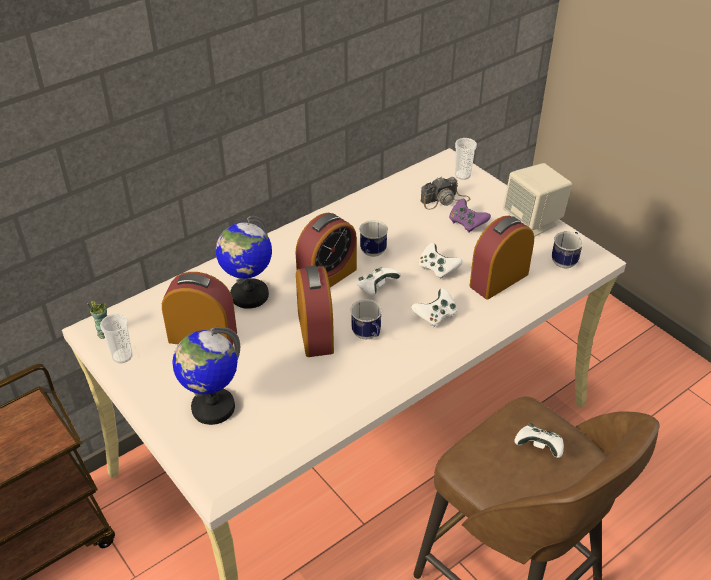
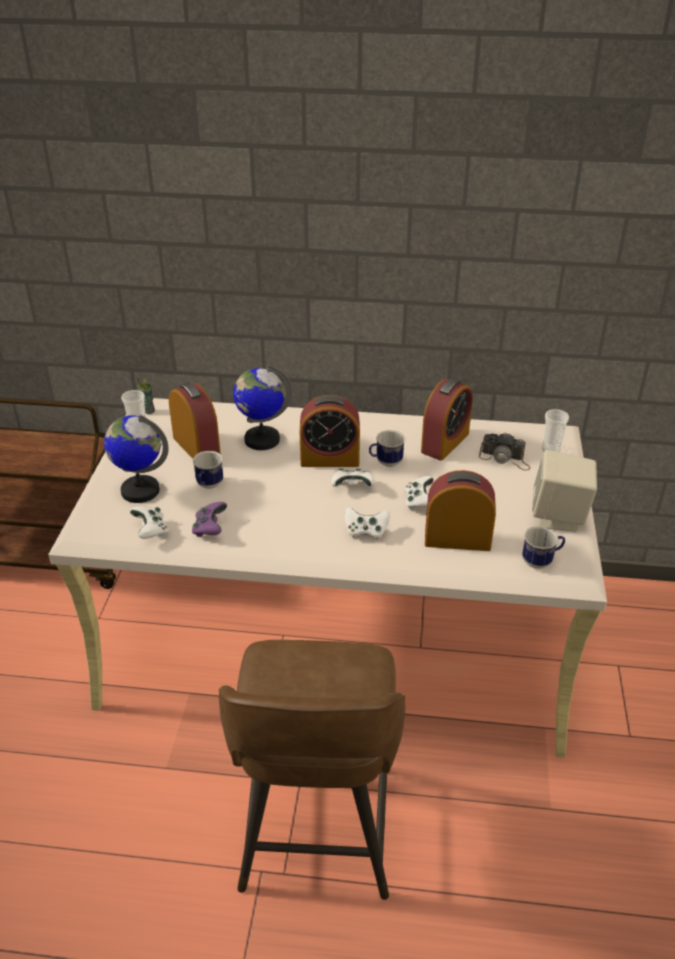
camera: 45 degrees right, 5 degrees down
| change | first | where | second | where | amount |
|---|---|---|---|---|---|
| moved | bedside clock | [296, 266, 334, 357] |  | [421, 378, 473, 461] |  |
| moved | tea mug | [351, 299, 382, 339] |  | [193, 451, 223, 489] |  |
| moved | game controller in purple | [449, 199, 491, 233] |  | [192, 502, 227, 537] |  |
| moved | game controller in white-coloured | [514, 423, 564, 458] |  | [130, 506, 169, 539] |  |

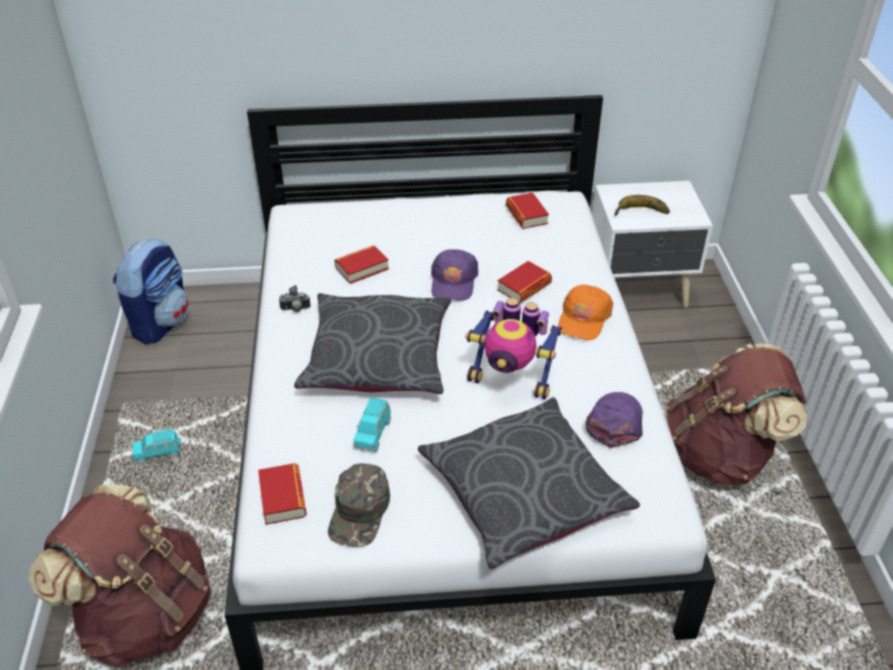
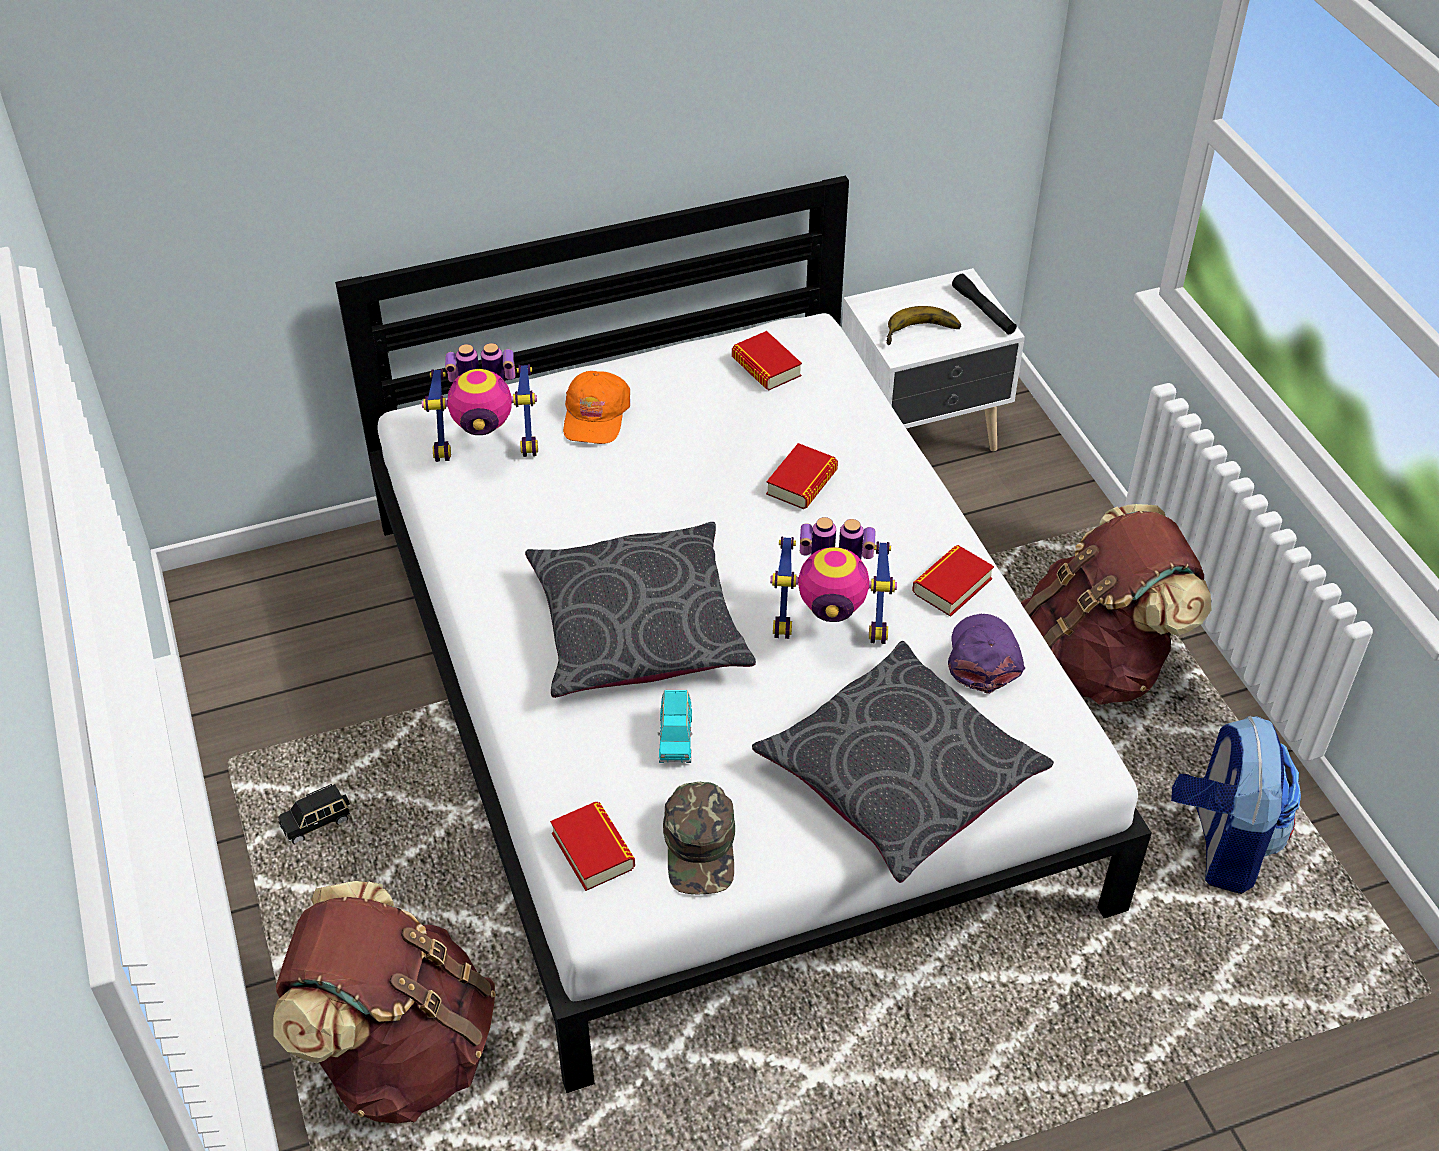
camera: 15 degrees left, 5 degrees up
| change | first | where | second | where | amount |
|---|---|---|---|---|---|
| moved | knapsack | [113, 239, 189, 344] |  | [1171, 716, 1301, 894] |  |
| recoloured | miniature car in turquoise | [132, 429, 181, 464] | miniature car in black-coloured | [278, 784, 350, 844] |  |
| removed | still camera | [279, 285, 311, 312] |  |  |  |
| moved | volume | [334, 245, 389, 284] |  | [912, 545, 994, 617] |  |
| removed | peaked cap in purple | [431, 249, 478, 301] |  |  |  |
| moved | peaked cap in orange | [558, 285, 613, 340] |  | [563, 371, 630, 444] |  |
| added |  |  | toy robot | [422, 343, 538, 462] |  |
| added |  |  | hand torch in black-coloured | [952, 274, 1017, 334] |  |

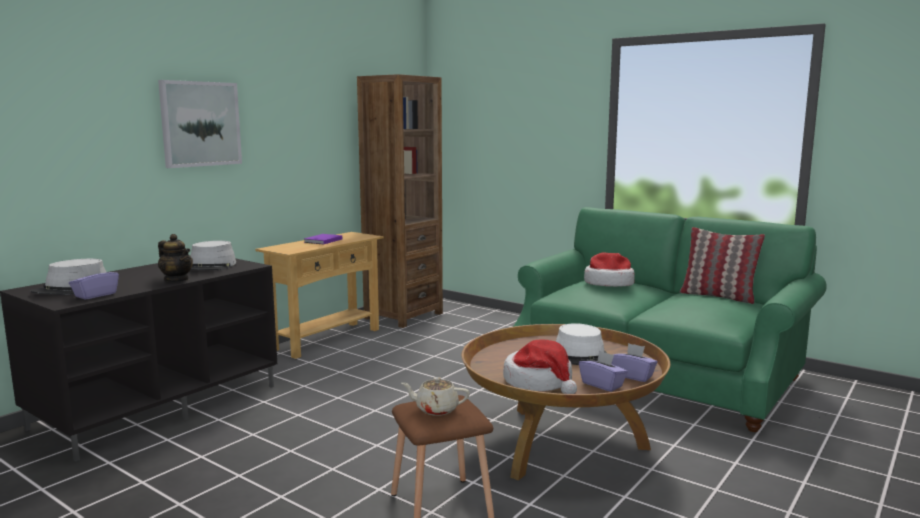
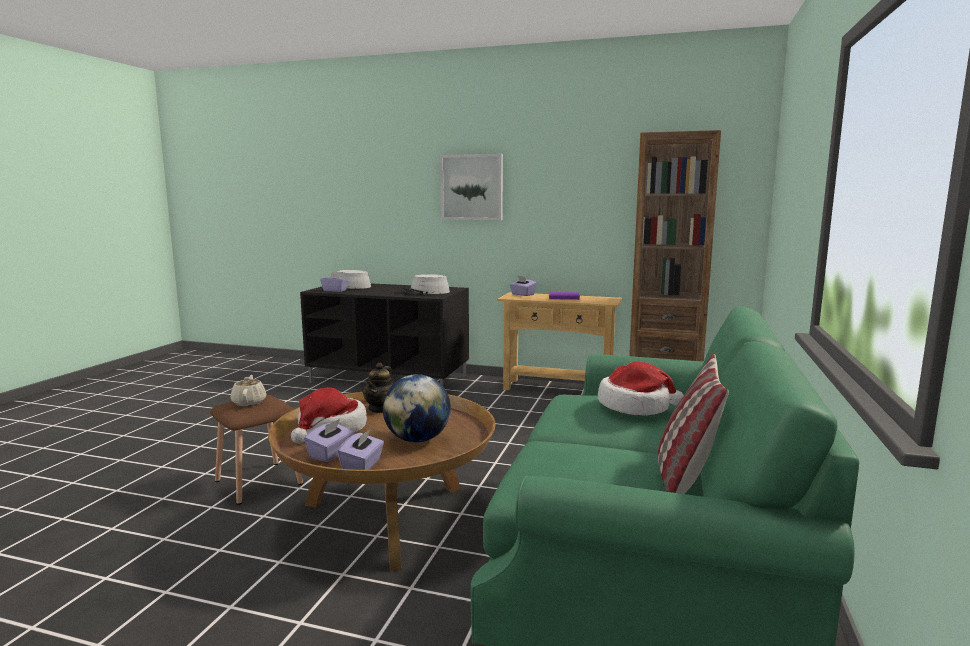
camera: 70 degrees right, 0 degrees up
| change | first | where | second | where | amount |
|---|---|---|---|---|---|
| moved | teapot | [158, 234, 193, 282] |  | [362, 362, 393, 413] |  |
| replaced | clothing hat in white-coloured | [556, 323, 607, 365] | globe | [383, 374, 451, 443] |  |
| added |  |  | box of tissues in purple | [510, 276, 537, 296] |  |

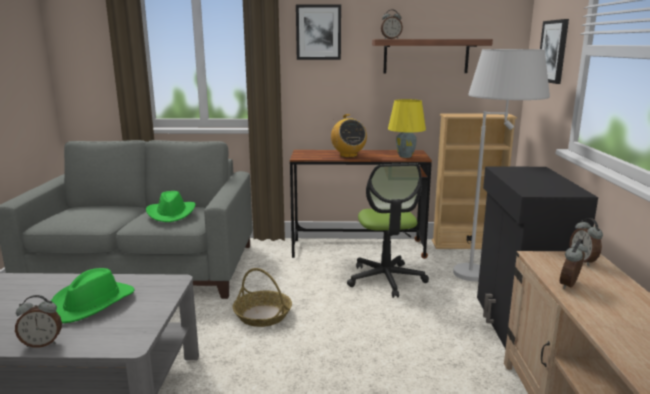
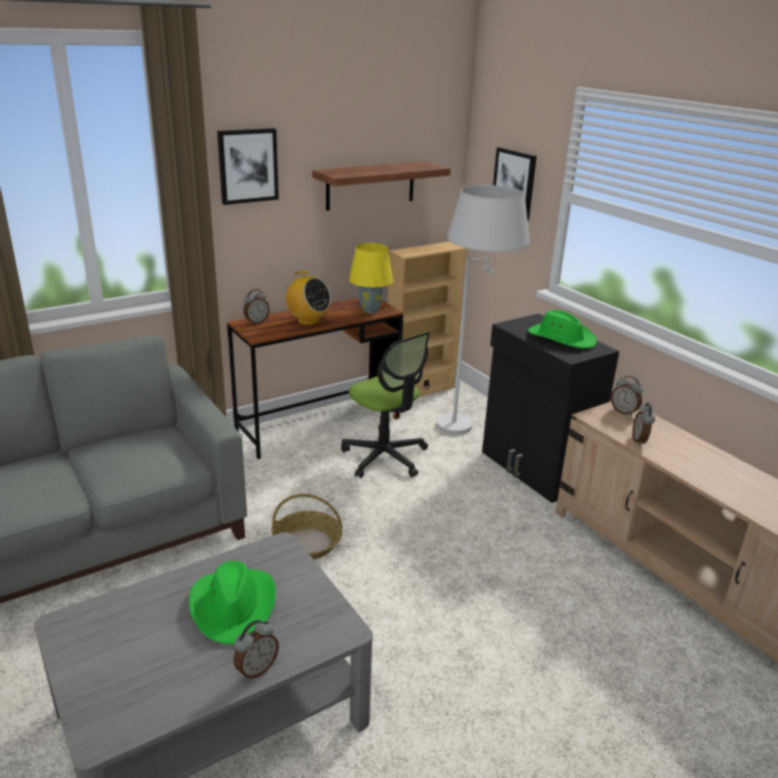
camera: 35 degrees left, 10 degrees up
| change | first | where | second | where | amount |
|---|---|---|---|---|---|
| moved | clothing hat in green | [146, 191, 196, 222] |  | [528, 310, 597, 348] |  |
| moved | bedside clock | [381, 9, 403, 39] |  | [243, 289, 270, 324] |  |

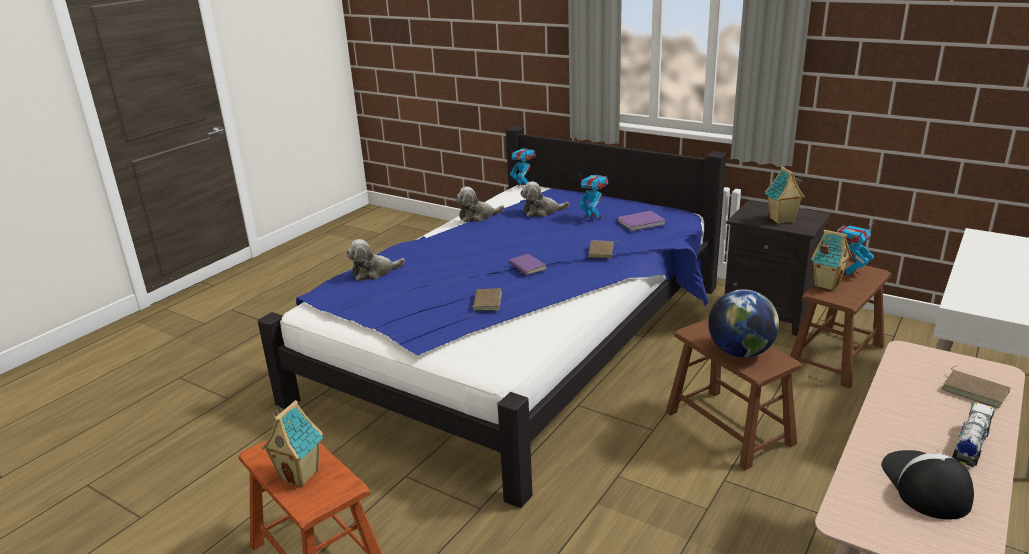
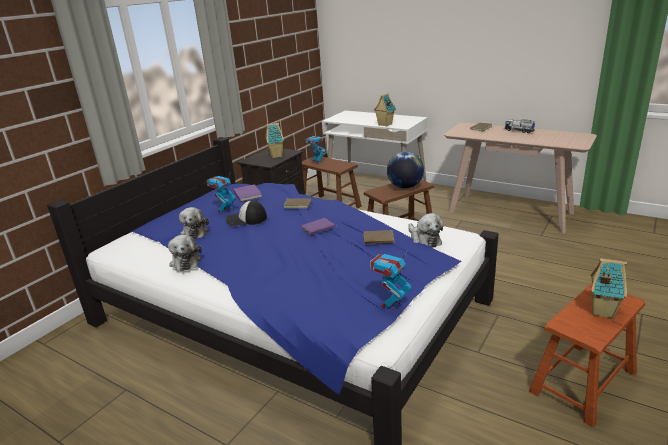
camera: 90 degrees left, 0 degrees up
| change | first | where | second | where | amount |
|---|---|---|---|---|---|
| moved | cuddly toy | [346, 239, 405, 281] |  | [408, 213, 444, 248] |  |
| moved | toy robot | [509, 145, 536, 188] |  | [370, 250, 412, 310] |  |
| moved | toy house | [811, 230, 852, 291] |  | [374, 93, 396, 127] |  |
| moved | peaked cap | [881, 450, 974, 520] |  | [226, 200, 267, 226] |  |

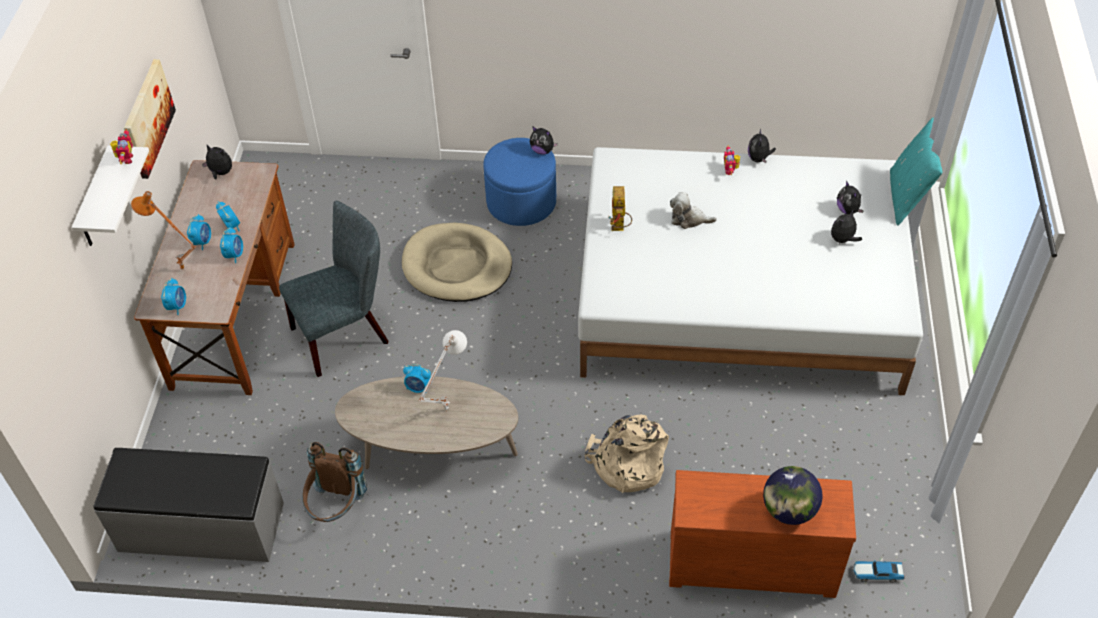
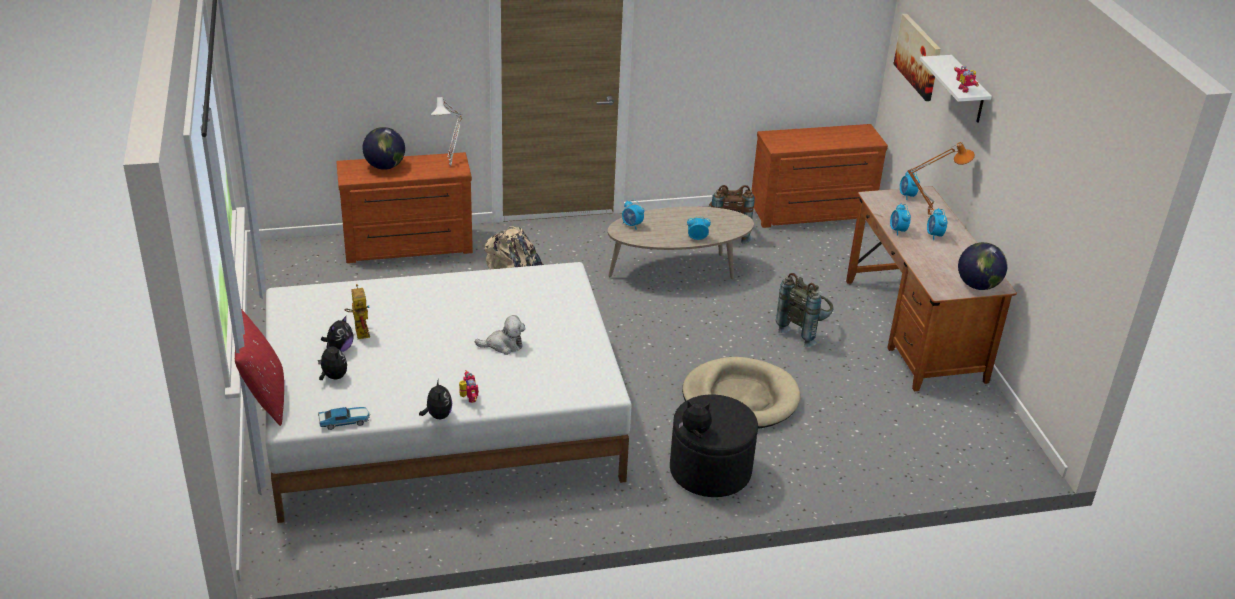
camera: 160 degrees right, 15 degrees down
| change | first | where | second | where | amount |
|---|---|---|---|---|---|
| replaced | bench in greyish | [93, 448, 284, 562] | drawer chest in brown | [752, 124, 888, 228] |  |
| moved | picture | [124, 59, 176, 179] |  | [894, 14, 941, 101] |  |
| replaced | cuddly toy | [202, 145, 232, 180] | globe | [958, 242, 1007, 290] |  |
| moved | bedside clock | [216, 202, 240, 231] |  | [622, 200, 644, 230] |  |
| replaced | plain chair in greyish | [279, 201, 389, 377] | knapsack in greyish | [776, 273, 834, 347] |  |
| moved | lamp for a table in white-coloured | [419, 330, 467, 411] |  | [431, 97, 463, 167] |  |
| recoloured | footrest in blue | [483, 138, 556, 226] | footrest in black-coloured | [670, 394, 758, 497] |  |
| moved | toy robot | [608, 186, 632, 231] |  | [345, 284, 370, 339] |  |
| moved | miniature car | [852, 560, 905, 583] |  | [318, 407, 370, 430] |  |
| recoloured | cushion in turquoise | [890, 118, 942, 226] | cushion in red | [235, 309, 284, 426] |  |

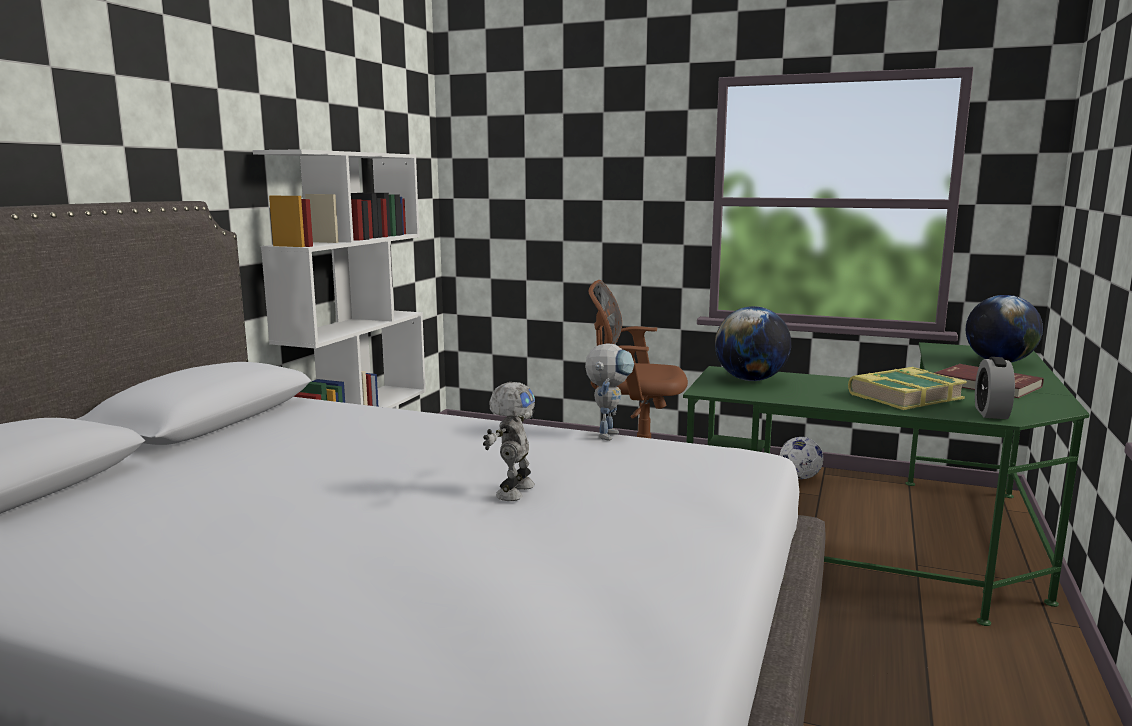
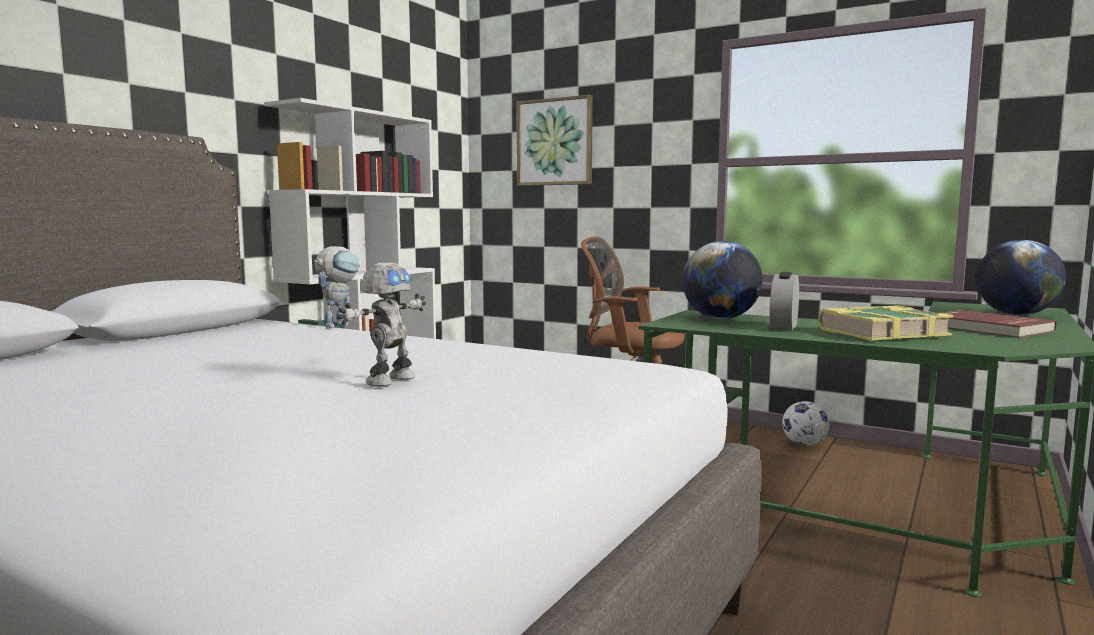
camera: 10 degrees right, 5 degrees down
| change | first | where | second | where | amount |
|---|---|---|---|---|---|
| moved | toy robot | [585, 343, 634, 441] |  | [314, 246, 360, 328] |  |
| moved | bedside clock | [975, 357, 1015, 419] |  | [769, 272, 799, 331] |  |
| added |  |  | picture | [516, 95, 593, 186] |  |

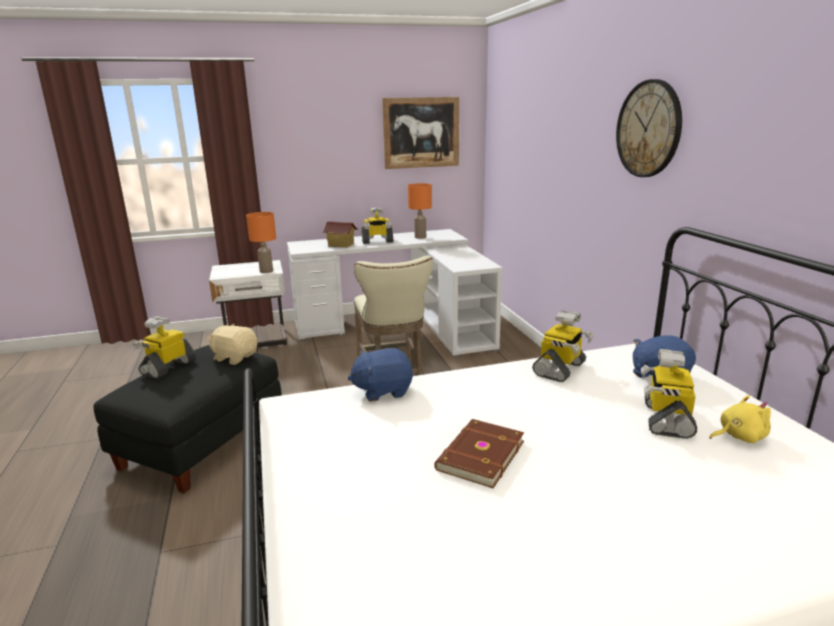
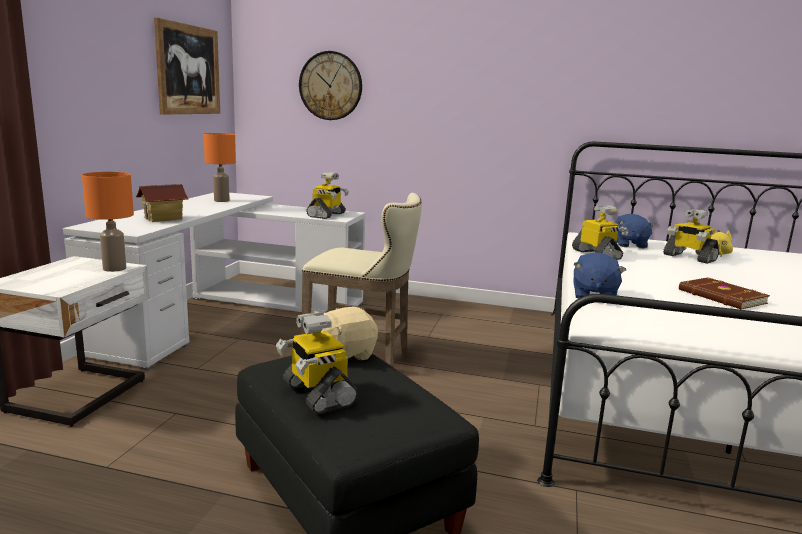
camera: 60 degrees left, 5 degrees down
| change | first | where | second | where | amount |
|---|---|---|---|---|---|
| moved | toy robot | [362, 207, 393, 244] |  | [306, 172, 349, 219] |  |
| moved | hanging clock | [616, 79, 682, 177] |  | [299, 51, 362, 120] |  |

